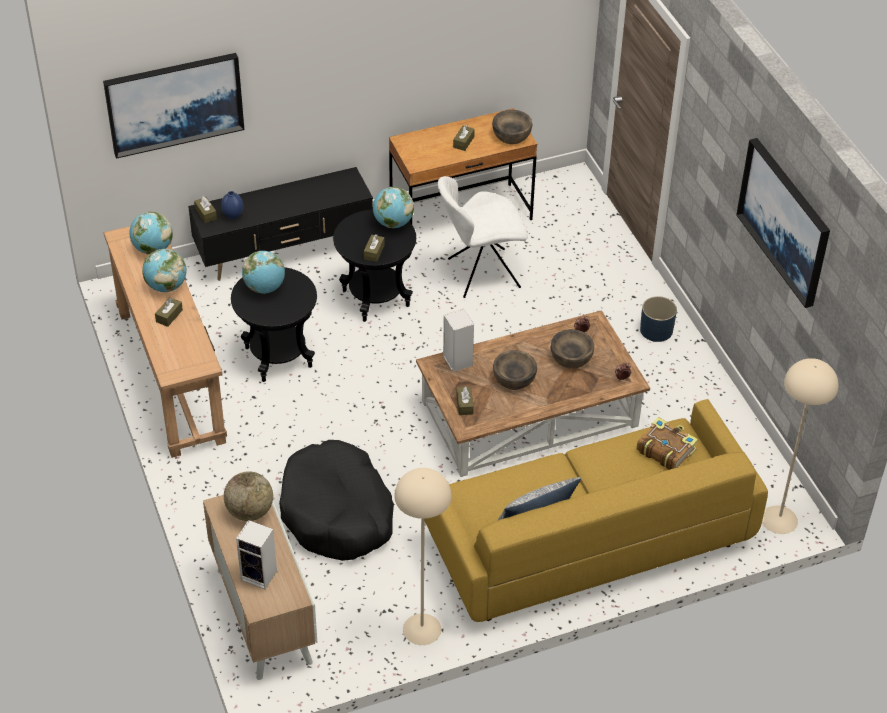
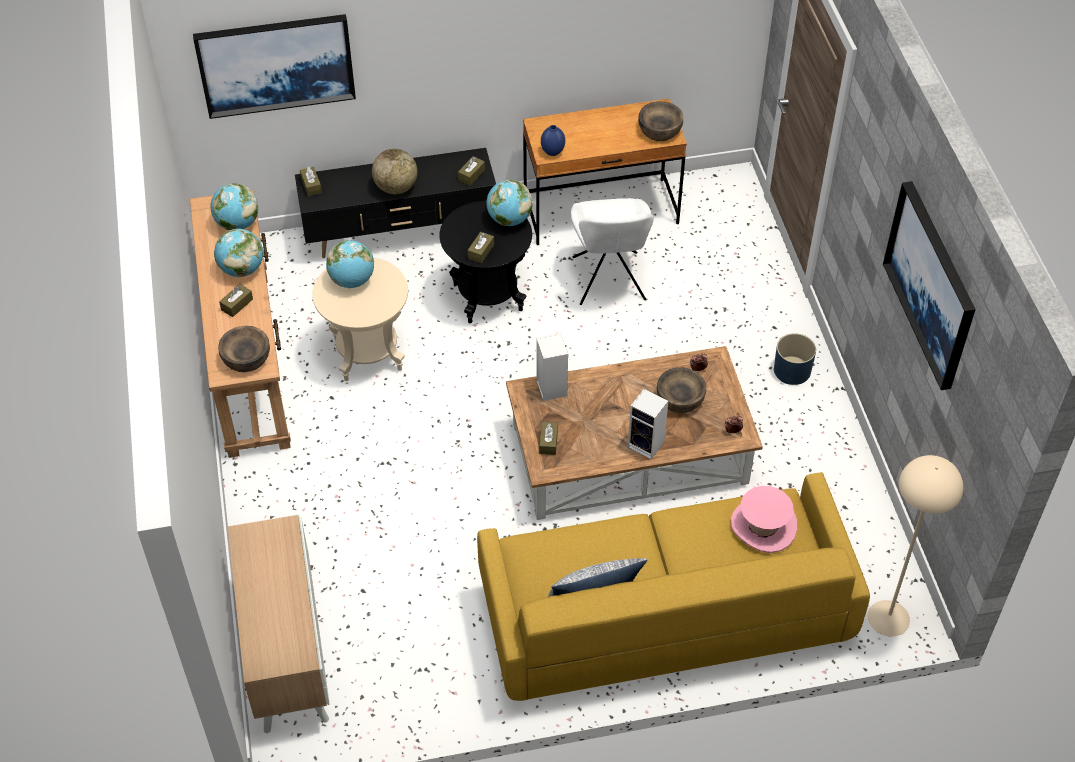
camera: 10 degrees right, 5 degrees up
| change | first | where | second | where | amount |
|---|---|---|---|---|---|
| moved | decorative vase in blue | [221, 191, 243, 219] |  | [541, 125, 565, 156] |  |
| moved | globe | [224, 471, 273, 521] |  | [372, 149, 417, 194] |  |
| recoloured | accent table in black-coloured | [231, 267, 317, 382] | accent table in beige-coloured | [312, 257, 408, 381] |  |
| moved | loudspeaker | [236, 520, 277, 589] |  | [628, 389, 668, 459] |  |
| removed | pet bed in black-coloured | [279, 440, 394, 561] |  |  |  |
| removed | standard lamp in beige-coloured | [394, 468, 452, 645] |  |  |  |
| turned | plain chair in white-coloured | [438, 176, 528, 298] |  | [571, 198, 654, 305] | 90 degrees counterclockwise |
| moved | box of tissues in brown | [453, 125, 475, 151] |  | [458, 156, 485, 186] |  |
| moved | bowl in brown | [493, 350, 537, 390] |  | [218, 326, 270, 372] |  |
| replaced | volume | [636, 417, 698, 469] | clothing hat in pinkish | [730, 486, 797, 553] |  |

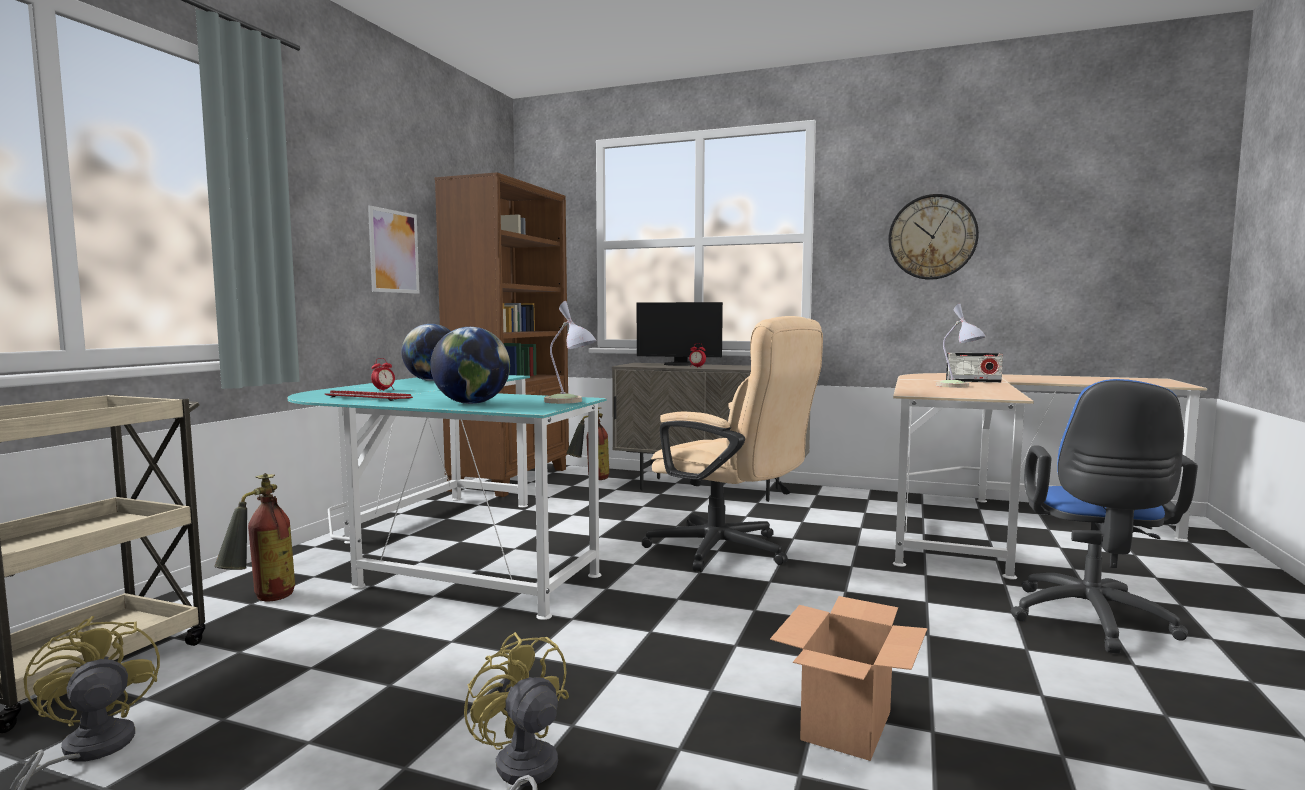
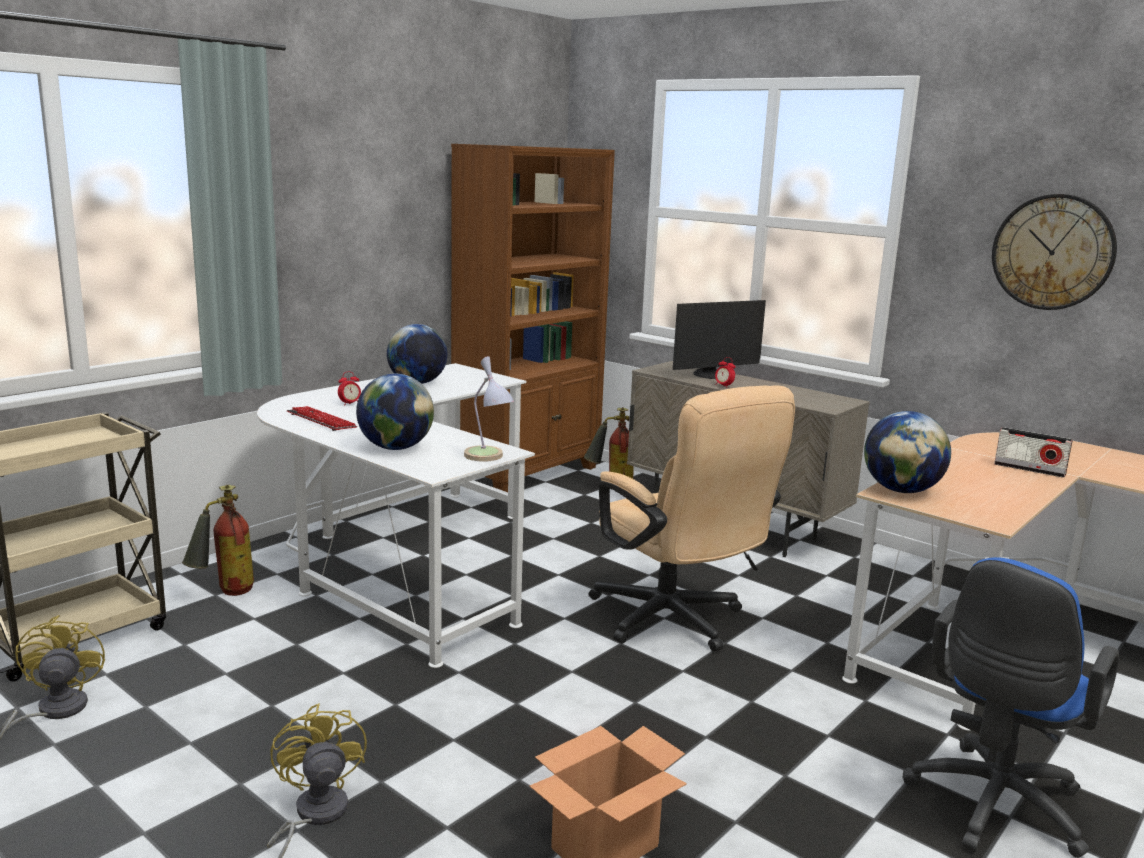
camera: 20 degrees right, 10 degrees up
| change | first | where | second | where | amount |
|---|---|---|---|---|---|
| recoloured | desk table in turquoise | [288, 375, 606, 620] | desk table in white-coloured | [257, 363, 535, 668] |  |
| removed | picture | [368, 205, 420, 294] |  |  |  |
| turned | computer screen | [637, 302, 723, 366] |  | [673, 300, 766, 379] | 60 degrees counterclockwise |
| removed | lamp for a table | [936, 303, 986, 388] |  |  |  |
| added |  |  | globe | [864, 411, 951, 493] |  |

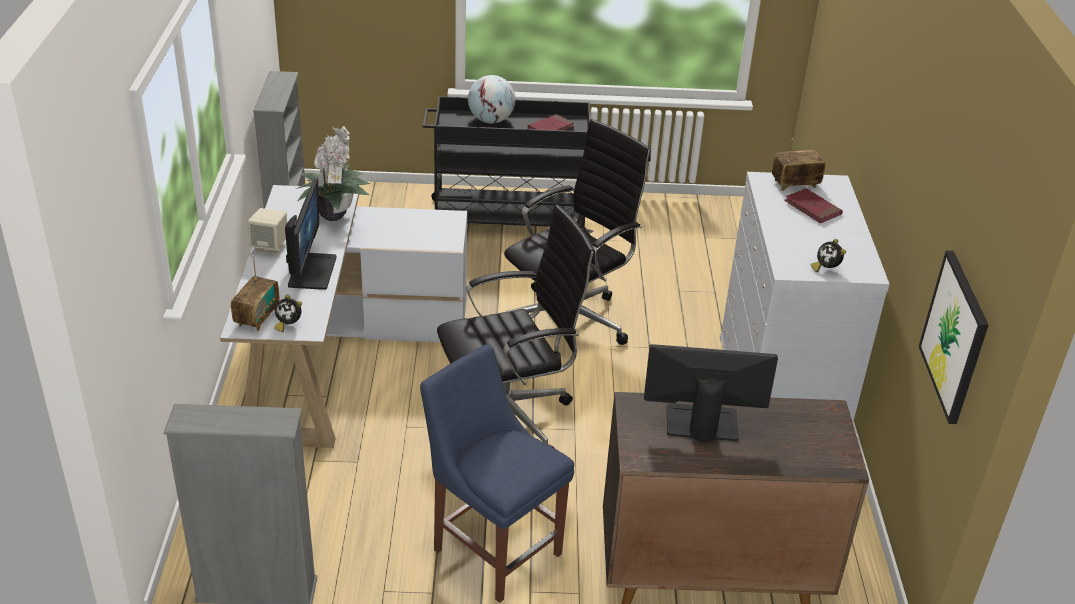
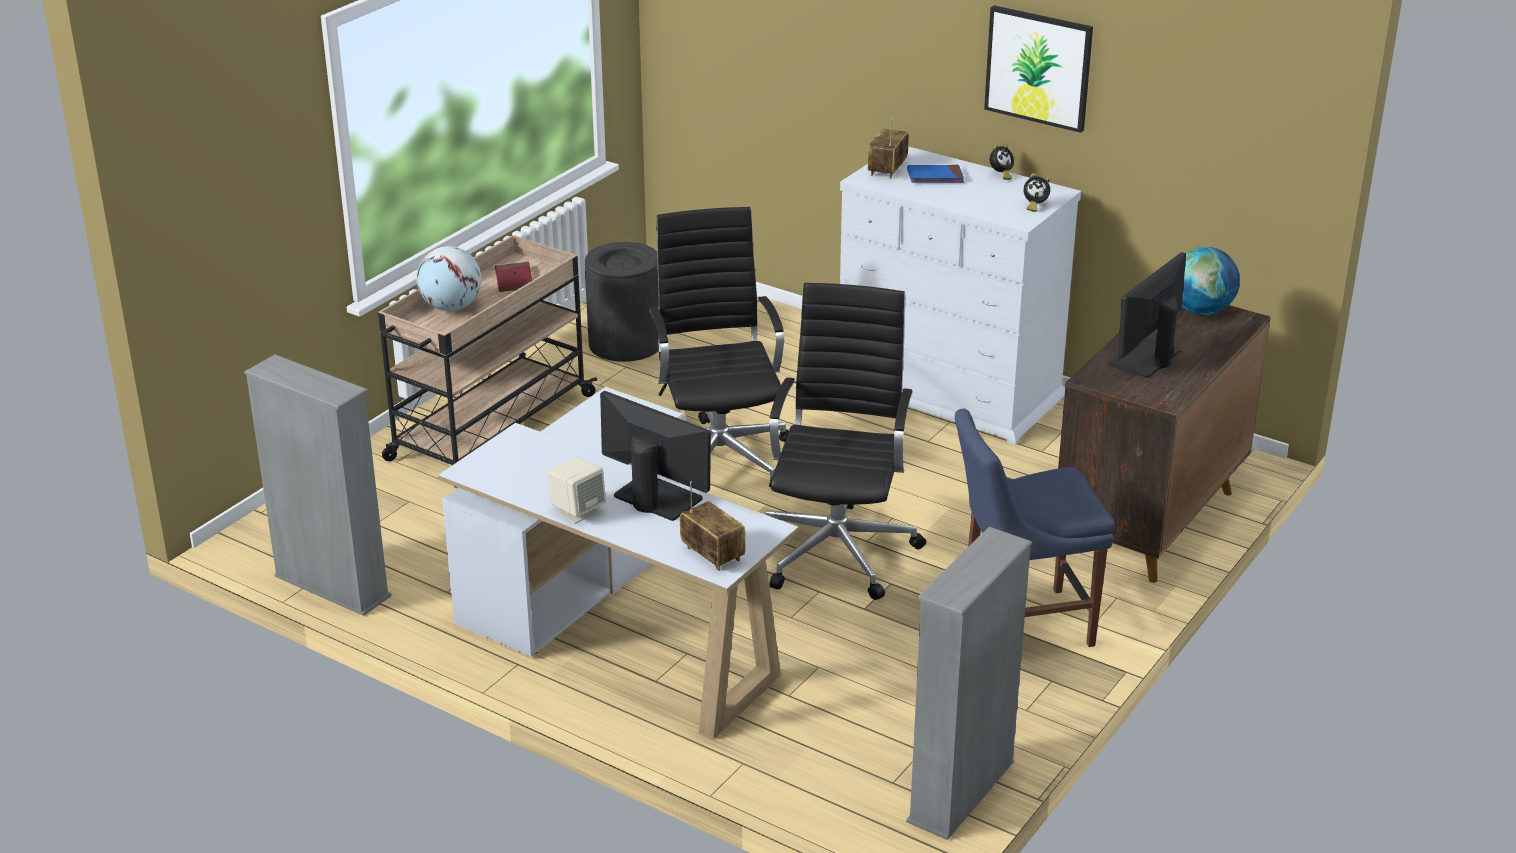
camera: 55 degrees left, 5 degrees down
| change | first | where | second | where | amount |
|---|---|---|---|---|---|
| moved | bedside clock | [274, 295, 302, 332] |  | [990, 144, 1014, 180] |  |
| removed | potted plant | [296, 126, 370, 221] |  |  |  |
| recoloured | cart in black-coloured | [423, 96, 594, 236] | cart in beige-coloured | [378, 235, 598, 487] |  |
| recoloured | volume in red | [784, 188, 843, 223] | volume in blue | [907, 165, 964, 183] |  |
| moved | picture | [919, 251, 989, 424] |  | [984, 5, 1093, 133] |  |
| added |  |  | trash can in black-coloured | [585, 242, 659, 362] |  |
| added |  |  | globe | [1182, 247, 1240, 315] |  |

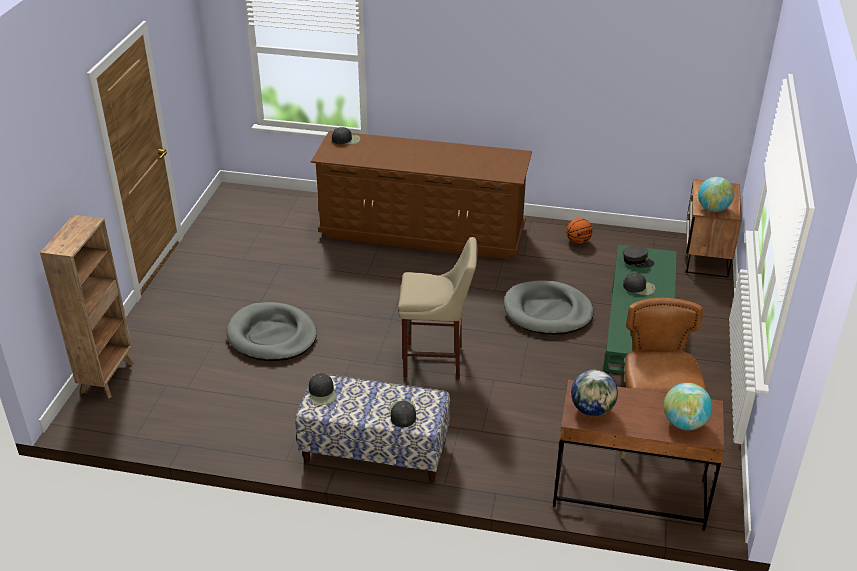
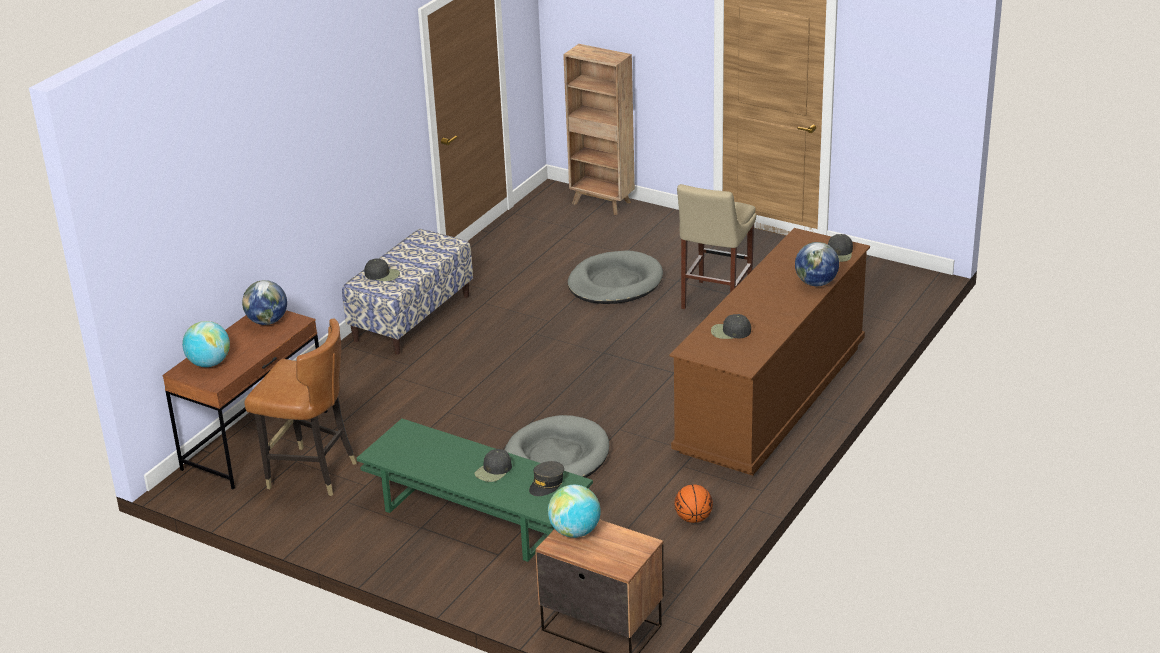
camera: 110 degrees right, 5 degrees down
| change | first | where | second | where | amount |
|---|---|---|---|---|---|
| moved | peaked cap in black-coloured | [309, 373, 337, 405] |  | [711, 314, 751, 339] |  |
| moved | sitting stool in beige-coloured | [398, 237, 478, 380] |  | [677, 184, 756, 309] |  |
| added |  |  | globe | [795, 242, 839, 286] |  |

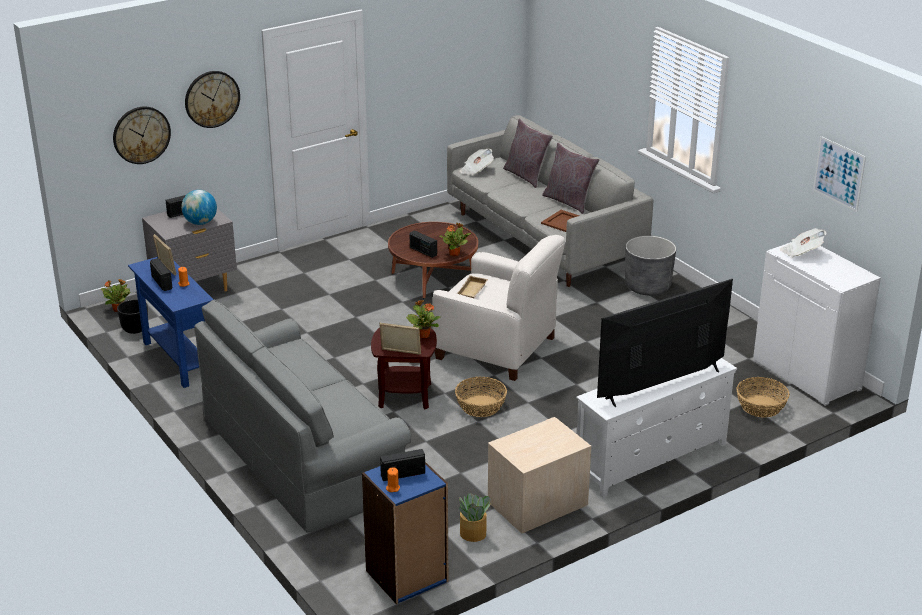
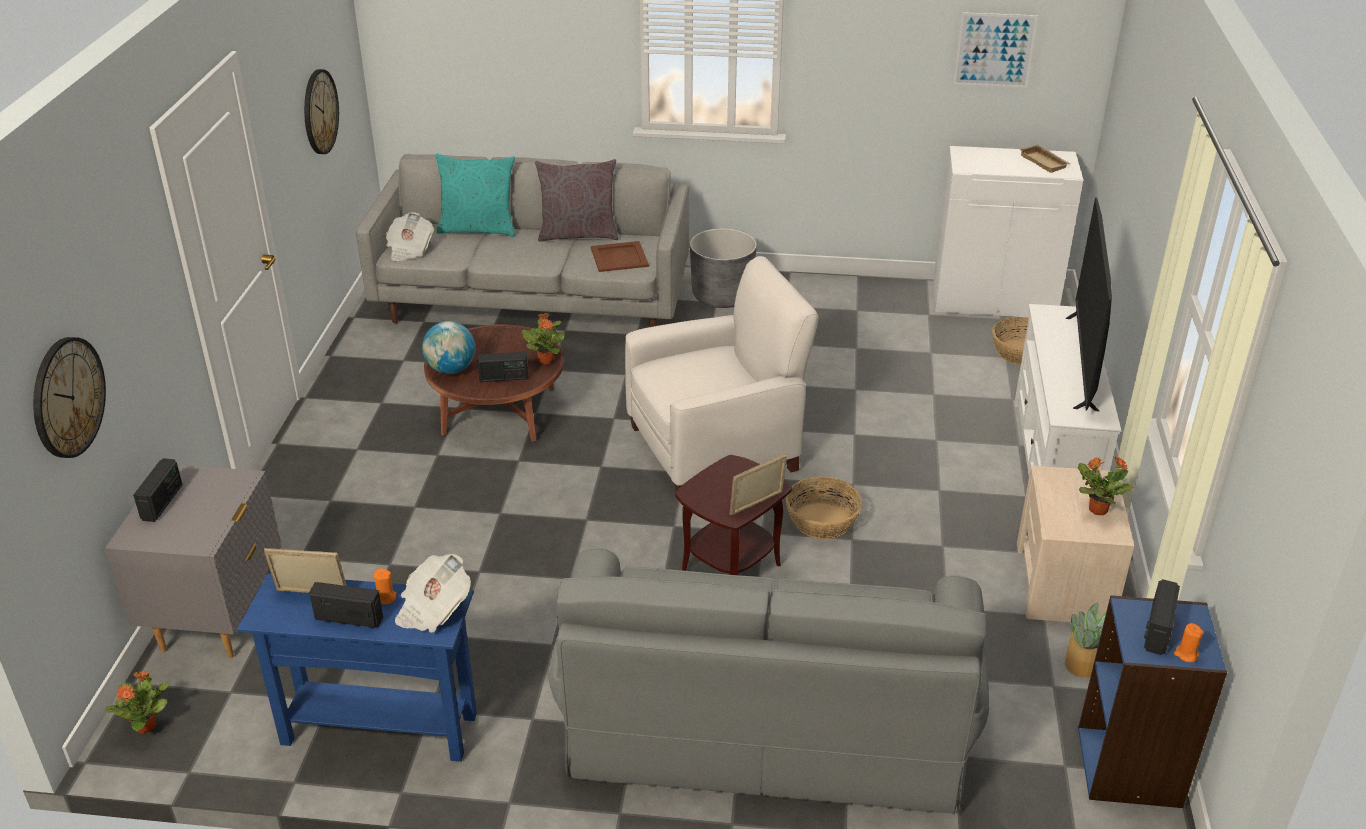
camera: 50 degrees left, 5 degrees up
| change | first | where | second | where | amount |
|---|---|---|---|---|---|
| removed | planter in black-coloured | [117, 299, 148, 334] |  |  |  |
| moved | globe | [181, 190, 217, 225] |  | [422, 321, 475, 374] |  |
| moved | hanging clock | [185, 71, 240, 128] |  | [304, 69, 339, 154] |  |
| moved | potted plant | [406, 300, 440, 338] |  | [1078, 456, 1134, 515] |  |
| moved | serving tray in beige-coloured | [457, 275, 488, 298] |  | [1020, 145, 1071, 173] |  |
| recoloured | cushion in greyish | [503, 118, 553, 188] | cushion in turquoise | [436, 154, 515, 237] |  |
| moved | newspaper | [781, 228, 827, 258] |  | [395, 554, 471, 633] |  |

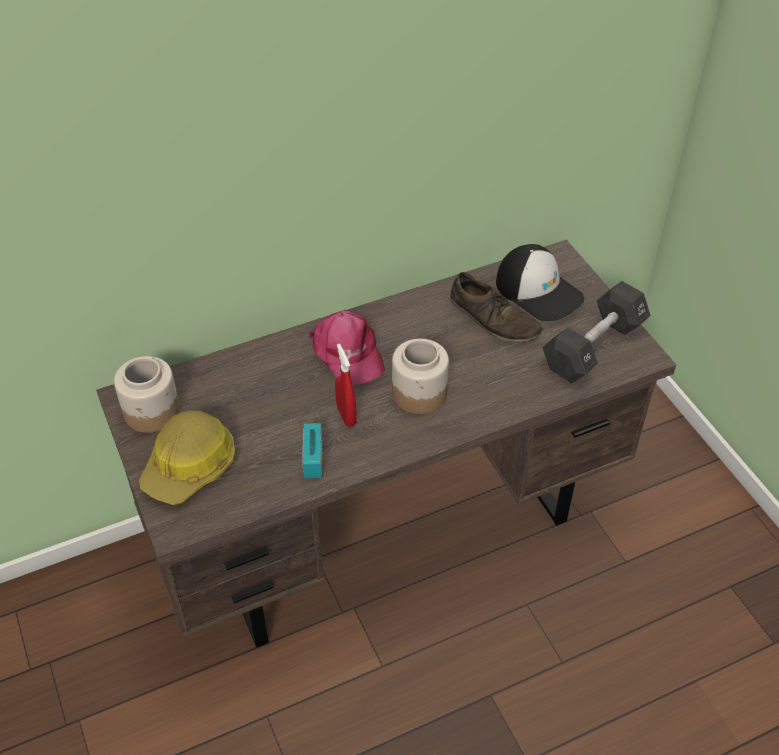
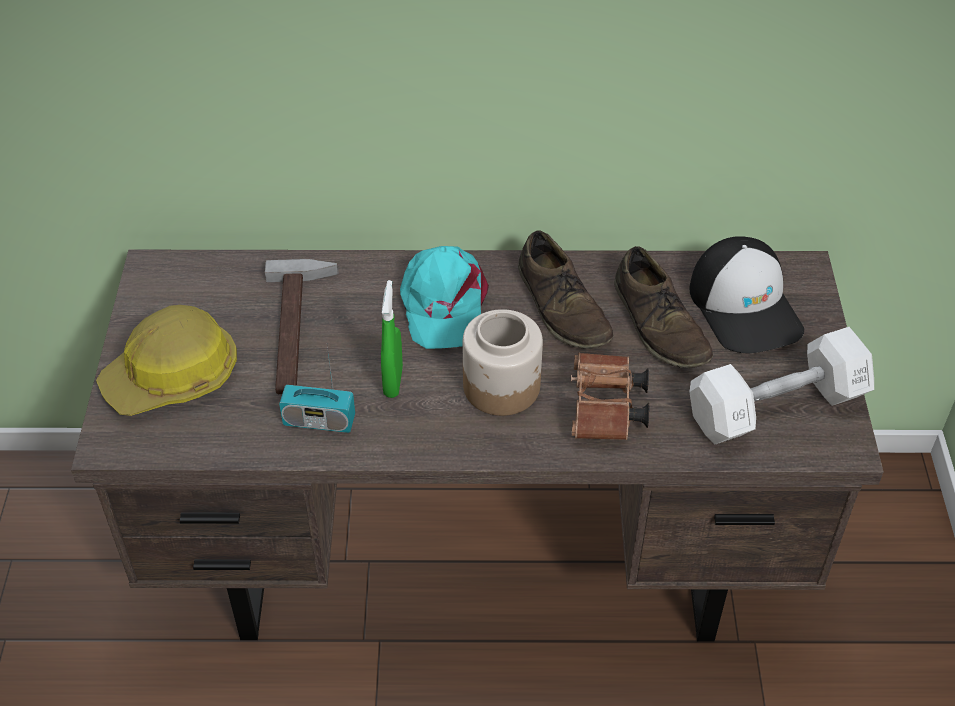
camera: 25 degrees right, 0 degrees up
| change | first | where | second | where | amount |
|---|---|---|---|---|---|
| removed | jar | [114, 356, 180, 433] |  |  |  |
| turned | radio | [302, 418, 323, 479] |  | [279, 346, 355, 433] | 105 degrees counterclockwise |
| recoloured | peaked cap in pinkish | [310, 310, 385, 386] | peaked cap in turquoise | [400, 246, 489, 349] |  |
| recoloured | sprayer in red | [335, 344, 357, 427] | sprayer in green | [381, 280, 403, 398] |  |
| recoloured | dumbbell in black-coloured | [542, 281, 651, 383] | dumbbell in white-coloured | [690, 327, 874, 445] |  |
| added |  |  | hand hammer | [265, 259, 339, 394] |  |
| added |  |  | item of footwear in brown | [518, 230, 614, 349] |  |
| added |  |  | binoculars in brown | [571, 353, 649, 440] |  |

